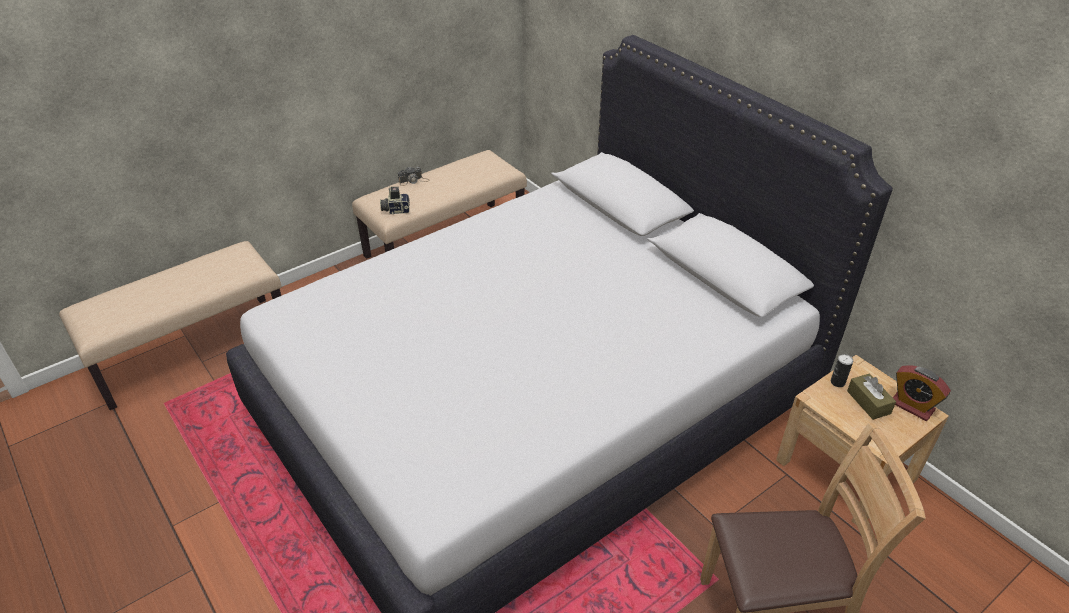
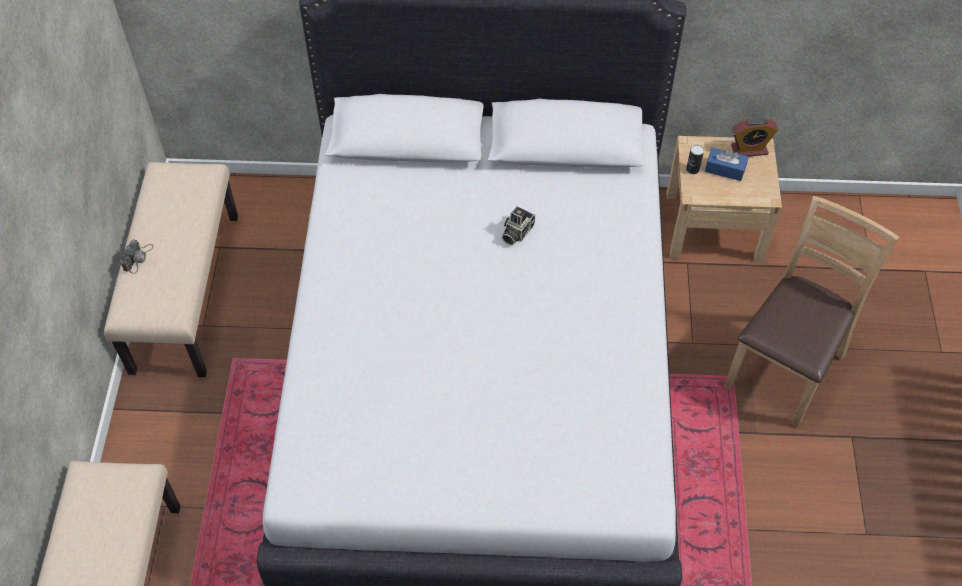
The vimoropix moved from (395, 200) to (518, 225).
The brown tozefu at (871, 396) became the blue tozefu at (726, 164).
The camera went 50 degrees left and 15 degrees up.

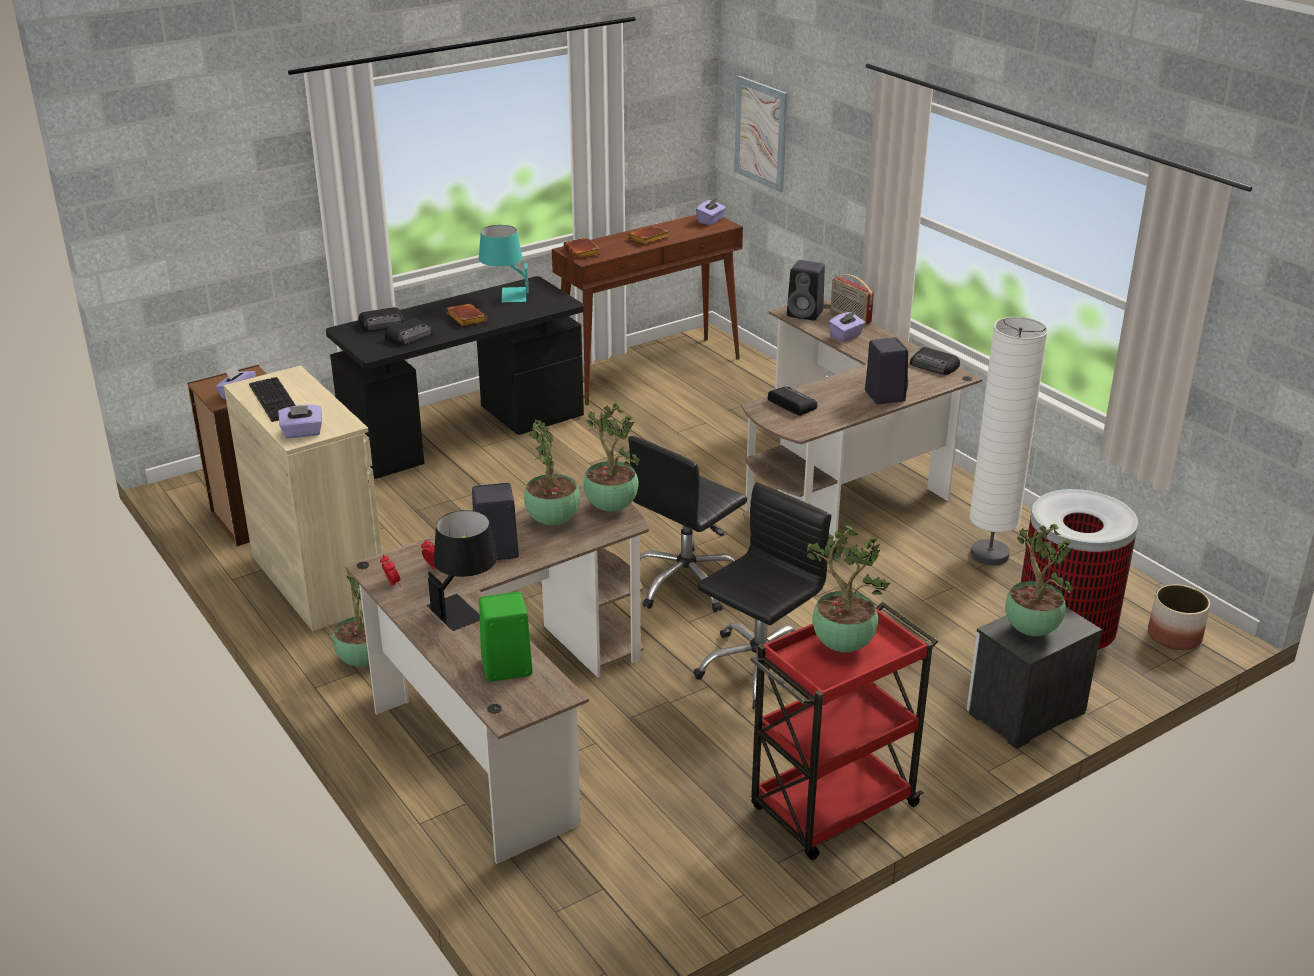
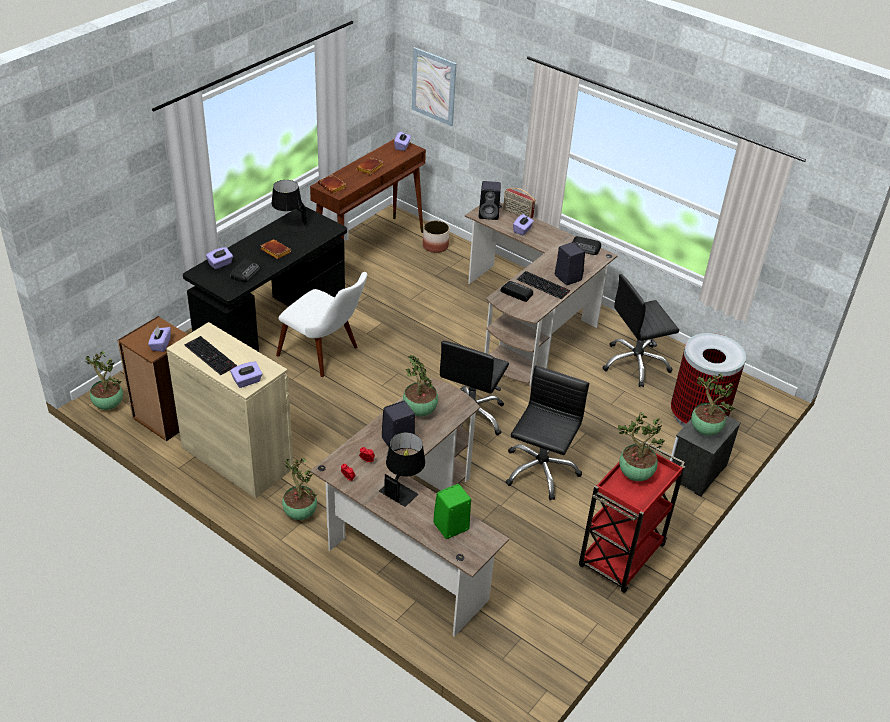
The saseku moved from (612, 457) to (104, 380).
The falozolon at (381, 319) was replaced by the purple tozefu at (219, 258).
The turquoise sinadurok at (503, 263) became the black sinadurok at (289, 206).
The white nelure at (321, 324) appeared.
The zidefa moved from (1179, 617) to (436, 237).
The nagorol at (543, 285) appeared.
The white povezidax at (1008, 441) was replaced by the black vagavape at (640, 330).
The camera went 20 degrees left and 10 degrees up.

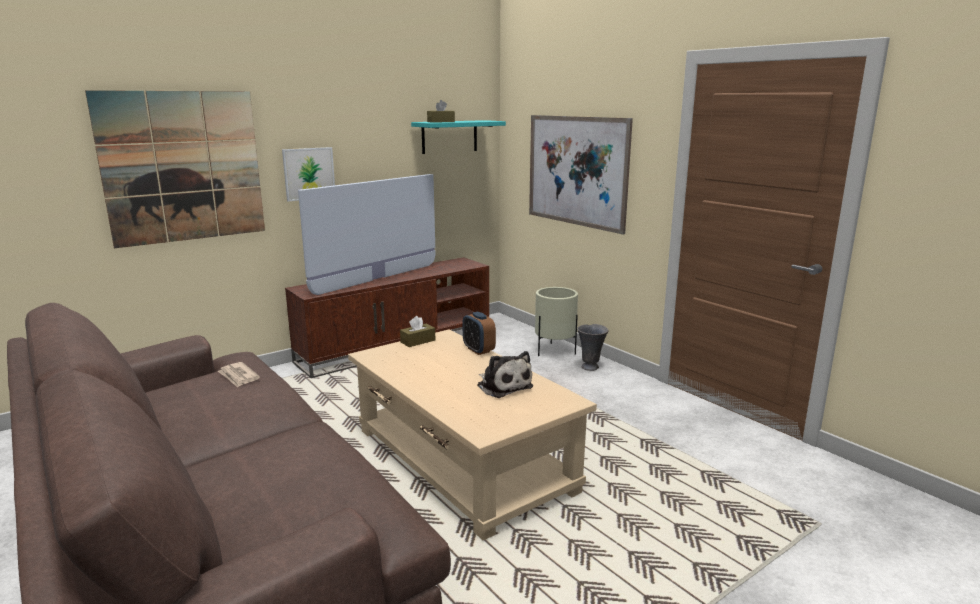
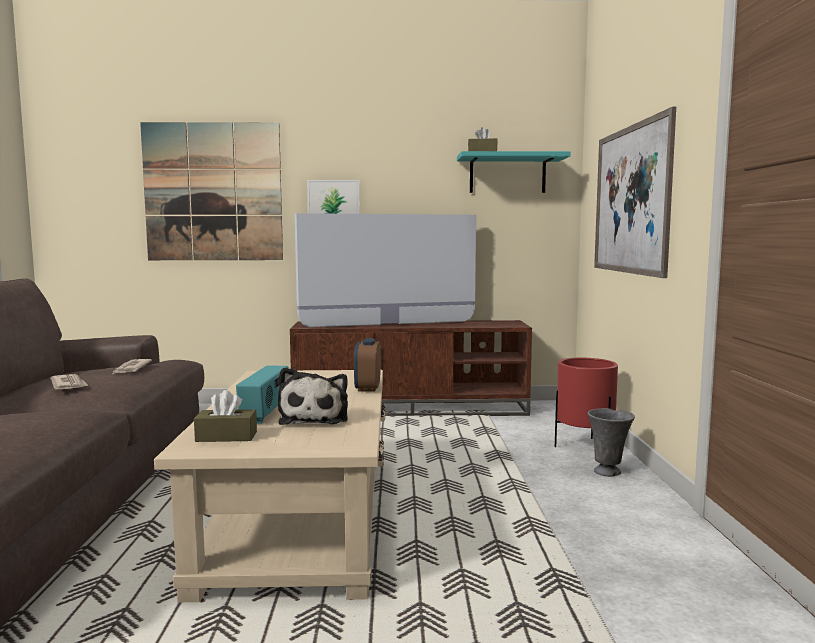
The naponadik at (69, 381) appeared.
The brown tozefu moved from (417, 331) to (225, 416).
The falozolon at (262, 394) appeared.
The beige zidefa at (556, 321) became the red zidefa at (586, 402).
The camera went 35 degrees right and 10 degrees down.

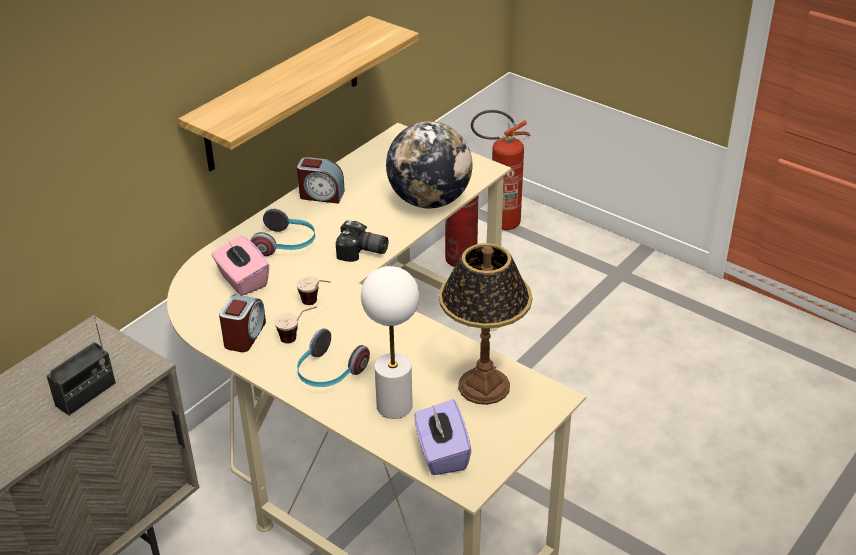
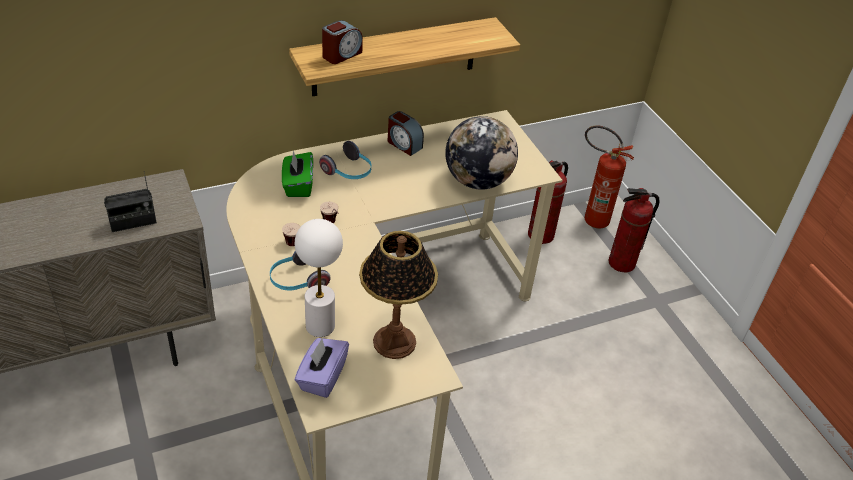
The pink tozefu at (240, 265) became the green tozefu at (297, 174).
The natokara moved from (242, 323) to (342, 42).
The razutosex at (634, 230) appeared.
The vimoropix at (362, 241) disappeared.
The camera went 25 degrees right and 5 degrees up.

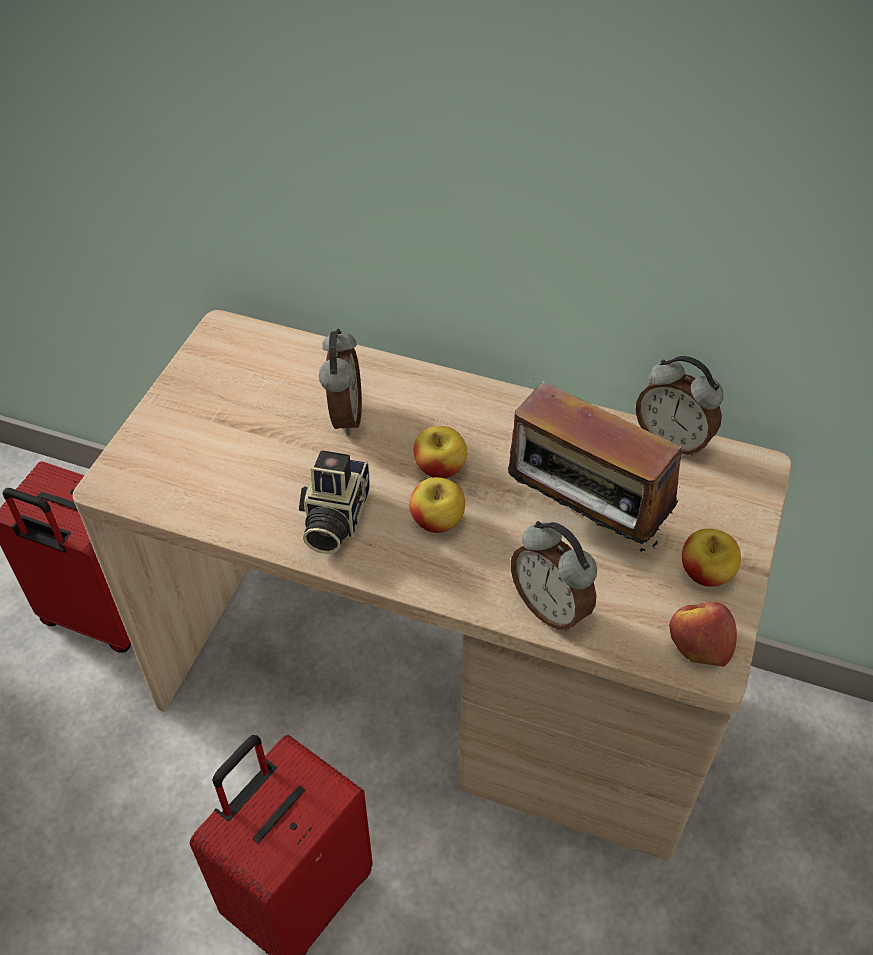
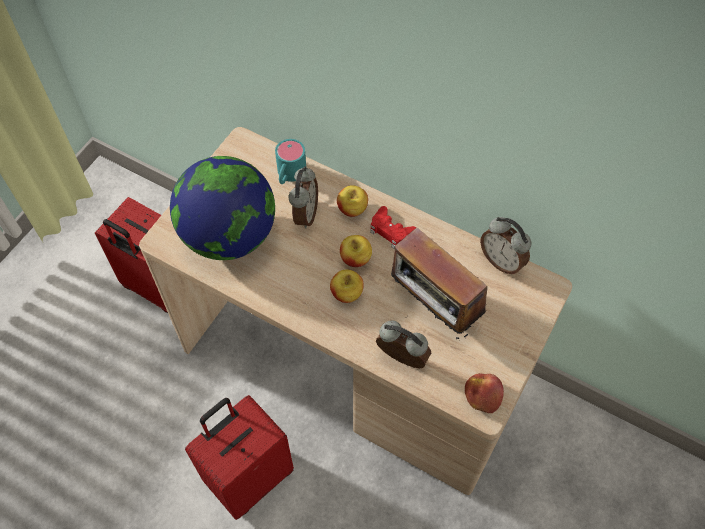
The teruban at (222, 208) appeared.
The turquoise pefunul at (290, 161) appeared.
The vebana moved from (711, 558) to (352, 201).
The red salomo at (393, 227) appeared.
The natokara at (554, 576) turned 150 degrees clockwise.
The vimoropix at (334, 502) disappeared.
The camera went 10 degrees right and 10 degrees up.

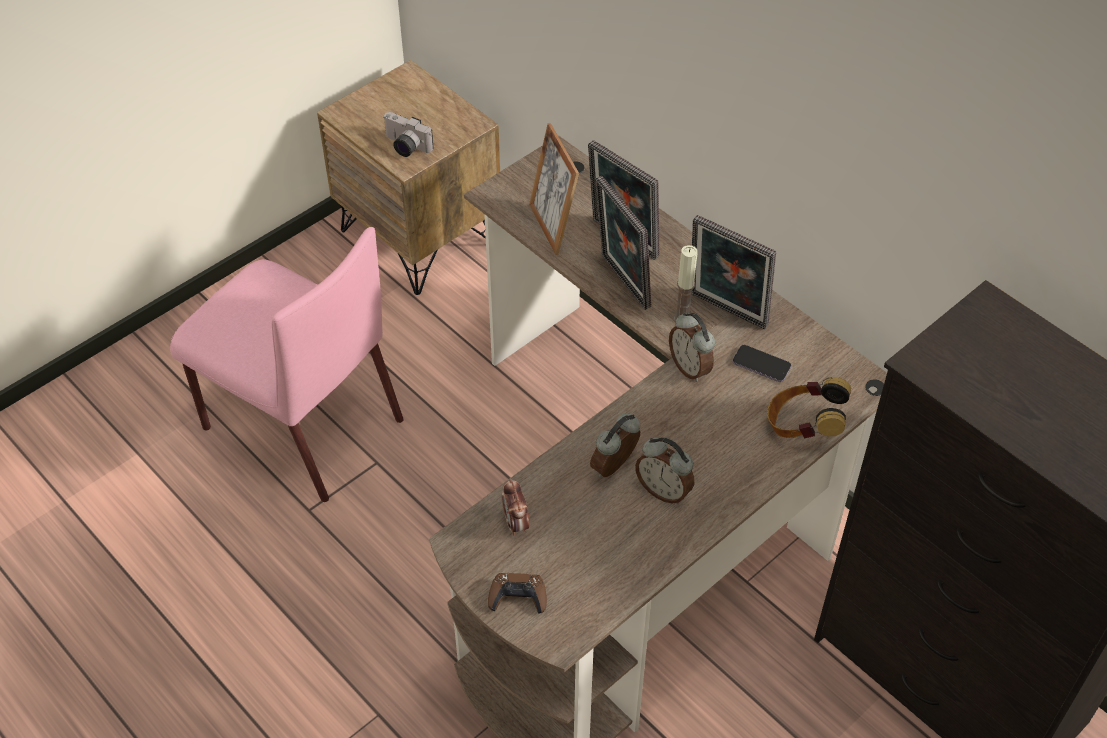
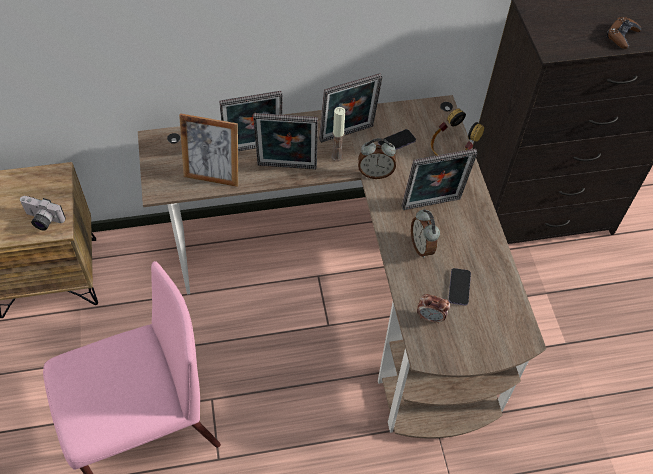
The vimoropix at (408, 134) turned 45 degrees clockwise.
The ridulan at (440, 179) appeared.
The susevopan at (459, 287) appeared.
The brown salomo moved from (517, 593) to (623, 33).
The natokara at (664, 470) disappeared.
The camera went 60 degrees left and 5 degrees up.

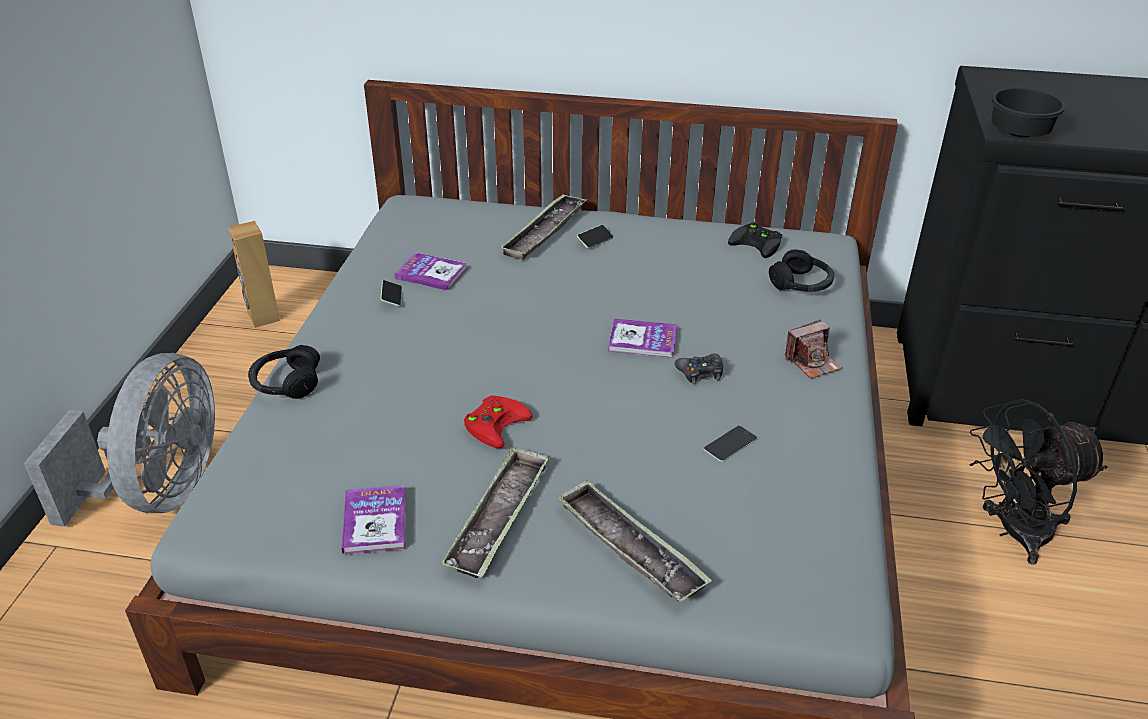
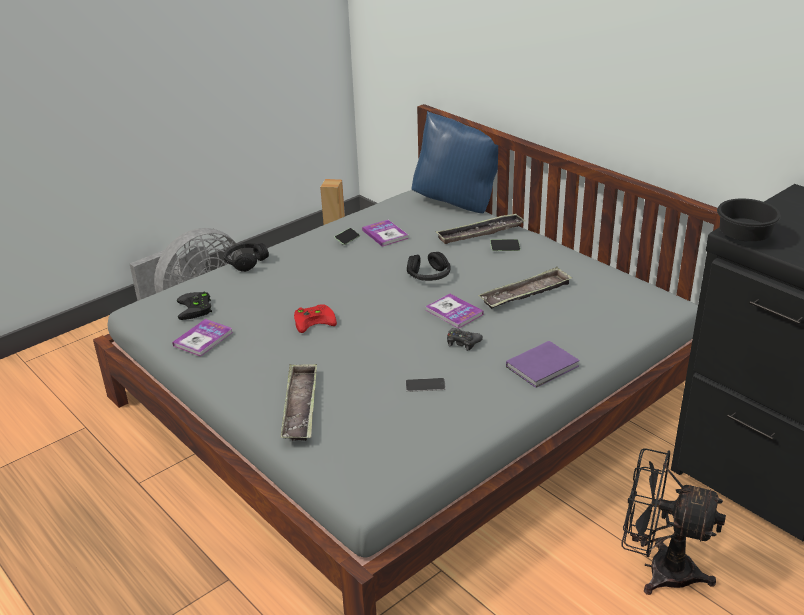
The black salomo moved from (755, 240) to (194, 306).
The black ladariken moved from (801, 270) to (429, 266).
The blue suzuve at (455, 162) appeared.
The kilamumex moved from (495, 512) to (525, 288).
The vimoropix at (813, 349) was replaced by the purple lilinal at (543, 364).
The camera went 40 degrees right and 5 degrees down.

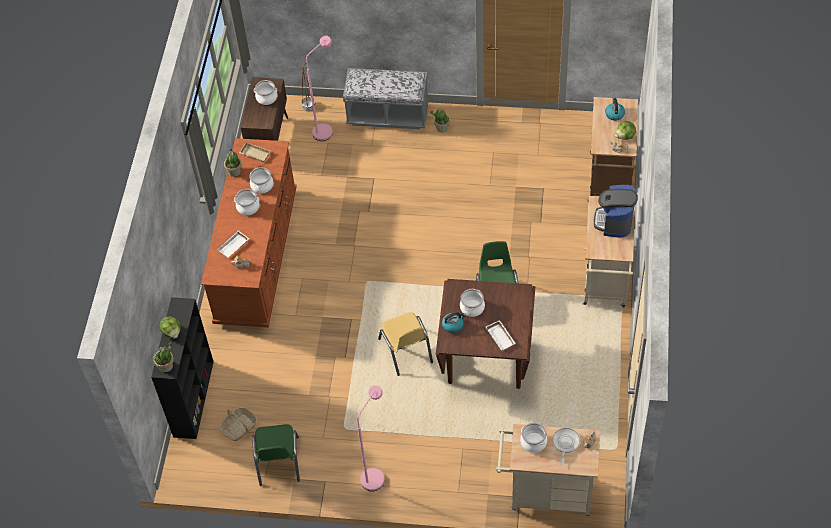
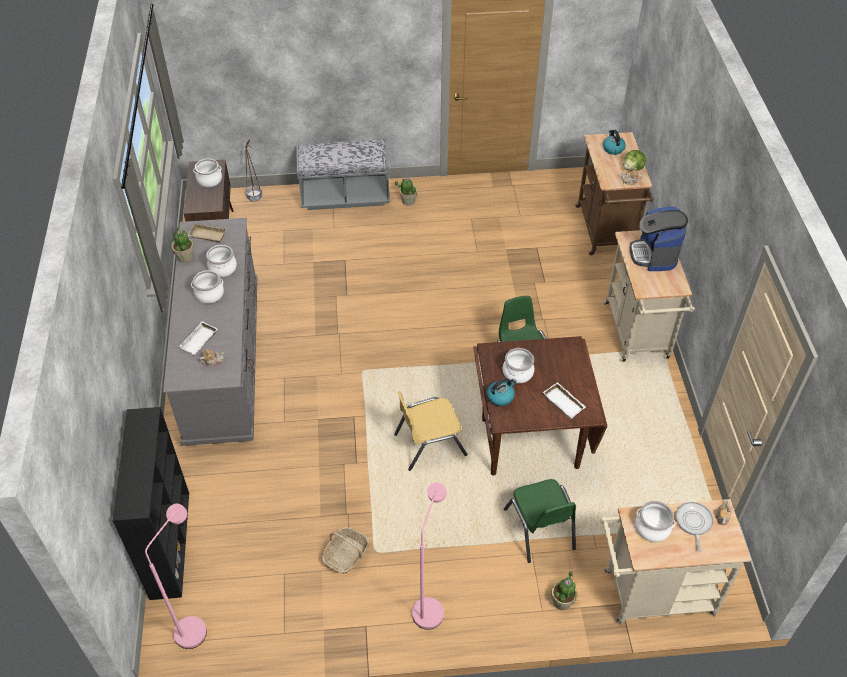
The pink povezidax moved from (319, 88) to (176, 576).
The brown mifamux at (249, 233) became the grey mifamux at (210, 332).
The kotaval moved from (238, 424) to (345, 550).
The yellow nelure at (405, 344) turned 105 degrees clockwise.
The green nelure moved from (276, 455) to (540, 521).
The saseku moved from (163, 357) to (564, 590).
The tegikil at (170, 327) disappeared.
The camera went 15 degrees left and 5 degrees down.

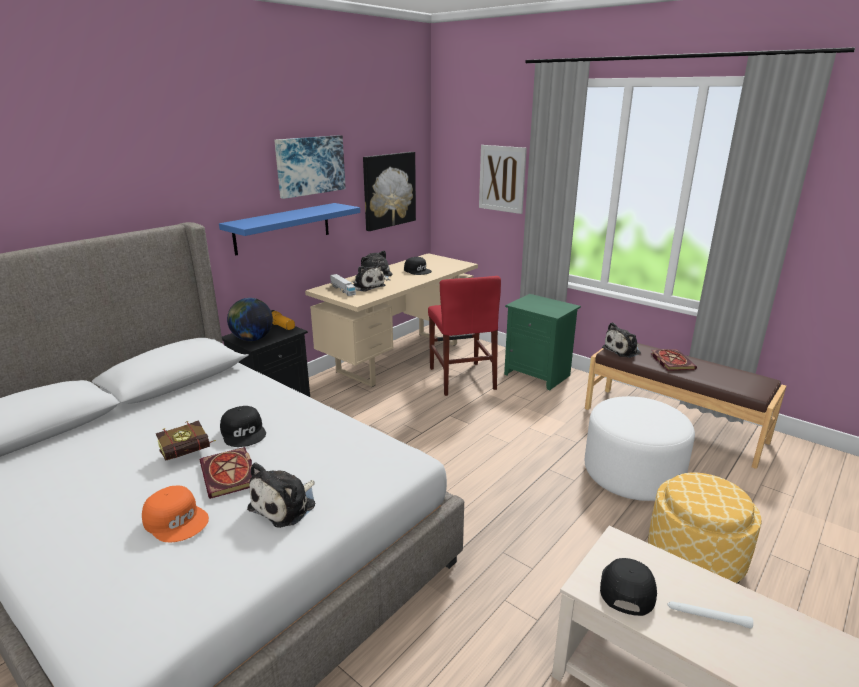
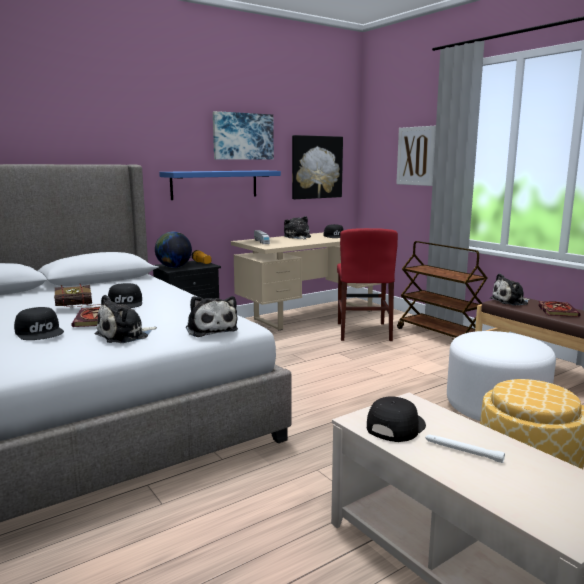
The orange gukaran at (175, 514) became the black gukaran at (39, 323).
The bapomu moved from (368, 278) to (212, 316).
The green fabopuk at (542, 342) was replaced by the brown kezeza at (442, 290).
The camera went 15 degrees right and 10 degrees down.

